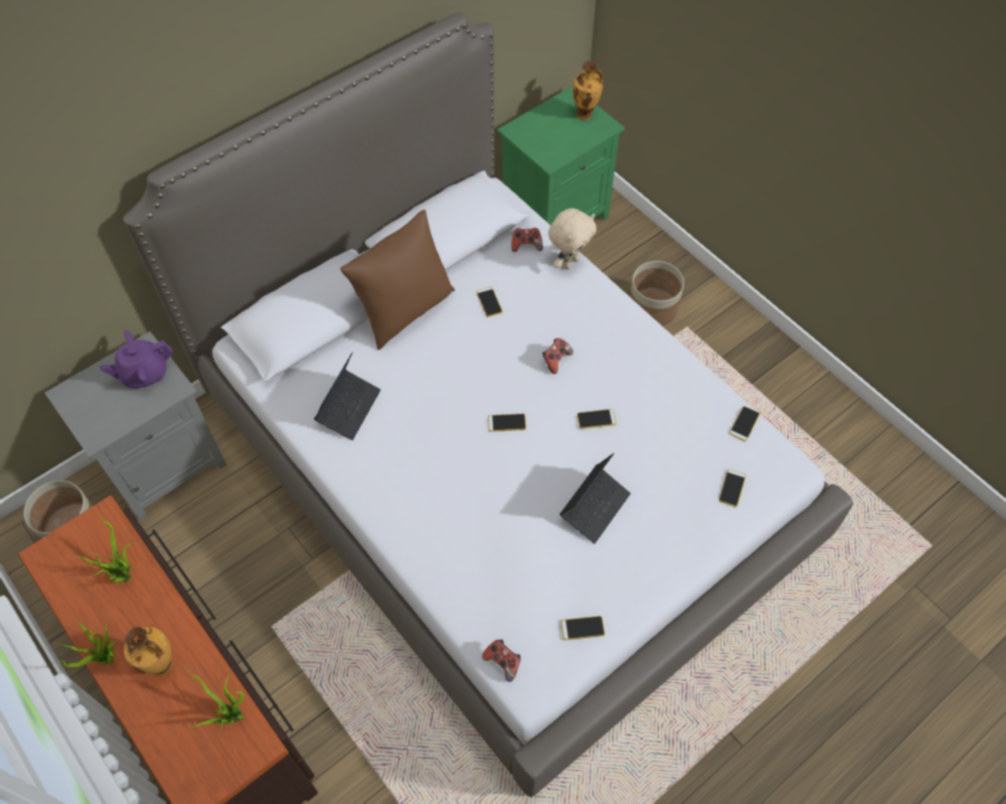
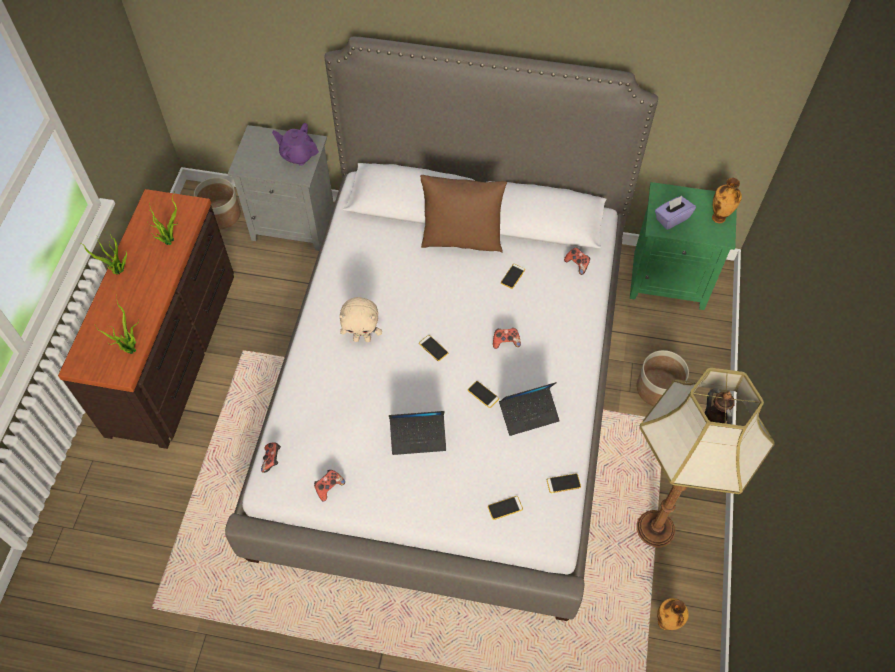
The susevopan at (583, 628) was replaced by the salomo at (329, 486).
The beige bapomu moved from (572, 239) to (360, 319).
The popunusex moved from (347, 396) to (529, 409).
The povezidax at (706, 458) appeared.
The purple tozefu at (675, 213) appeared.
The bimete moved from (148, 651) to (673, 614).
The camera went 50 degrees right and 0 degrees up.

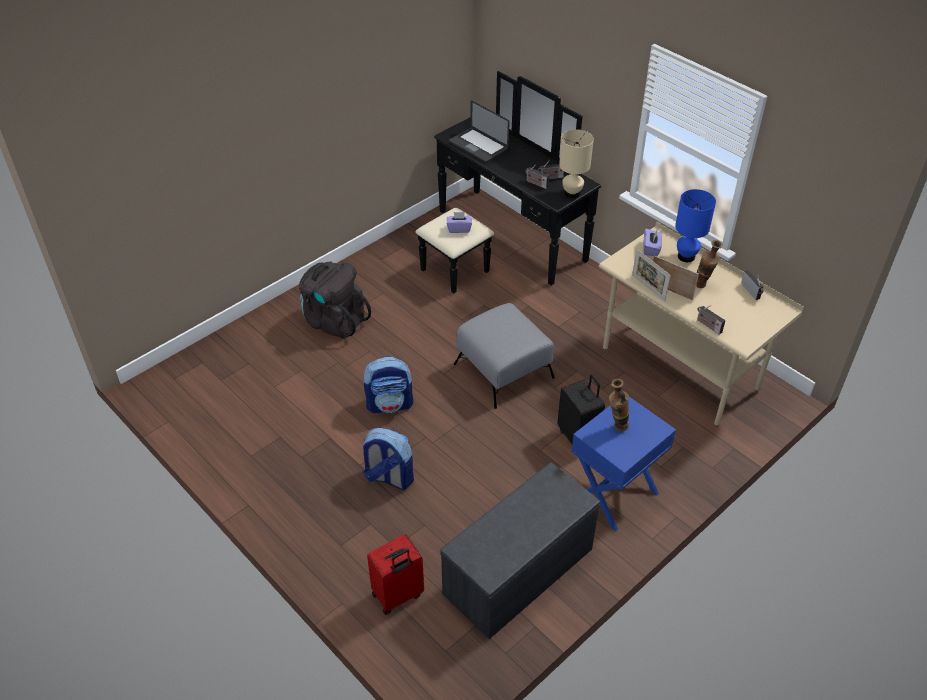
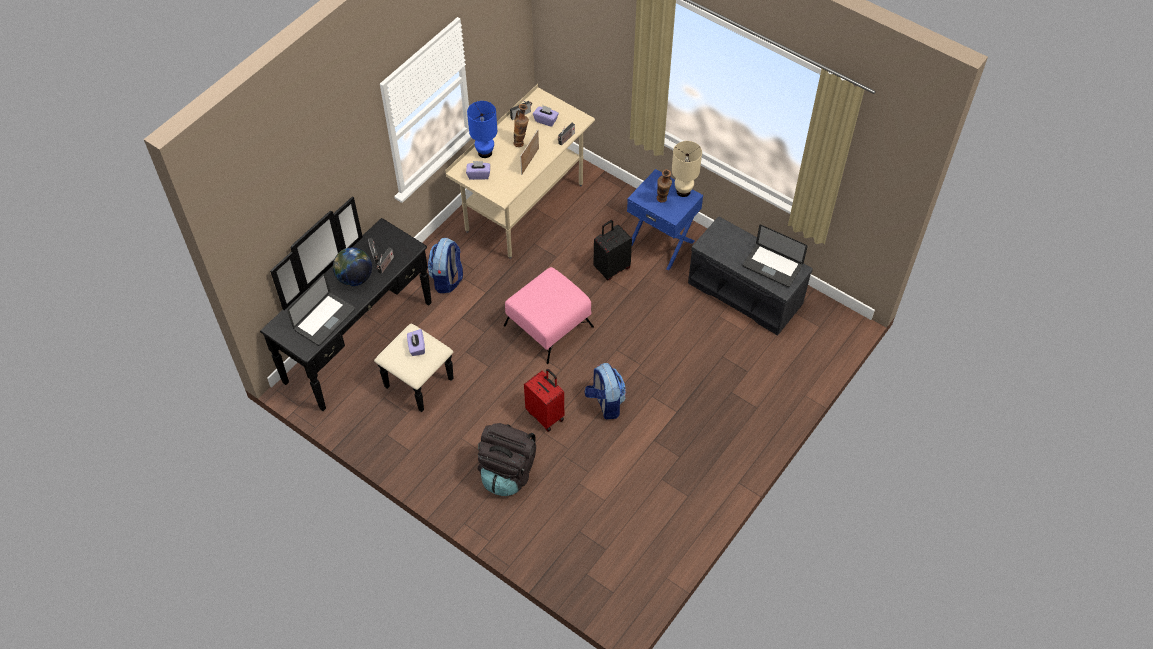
The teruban at (352, 266) appeared.
The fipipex moved from (388, 459) to (445, 265).
The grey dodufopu at (504, 356) became the pink dodufopu at (549, 315).
The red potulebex moved from (395, 574) to (544, 400).
The purple tozefu at (546, 116) appeared.
The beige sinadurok moved from (576, 164) to (687, 169).
The popunusex at (775, 256) appeared.
The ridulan at (651, 275) disappeared.
The camera went 100 degrees left and 10 degrees up.

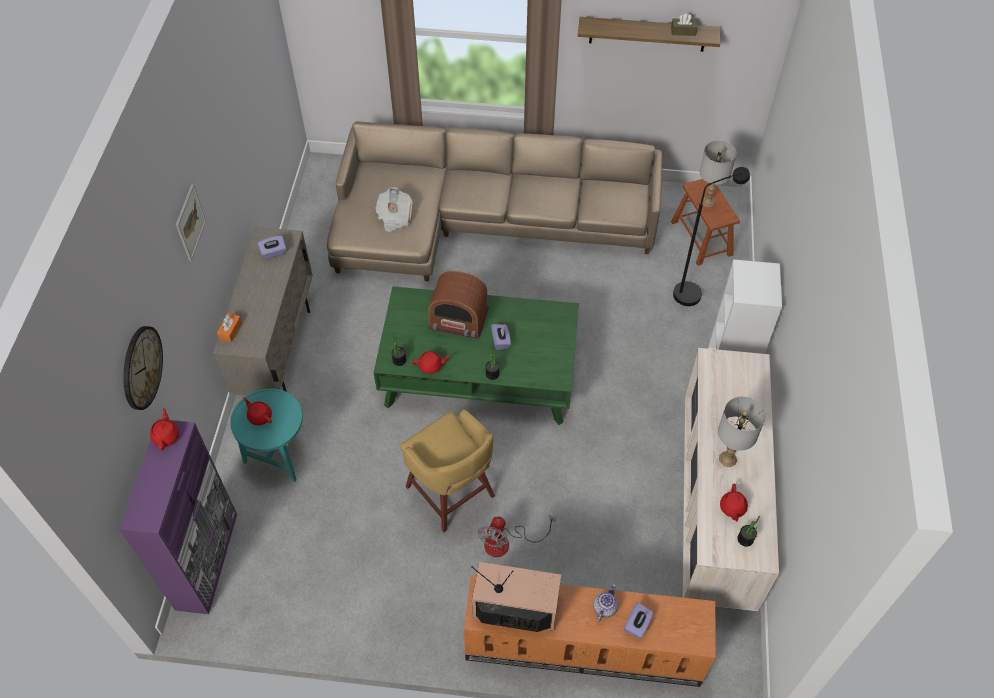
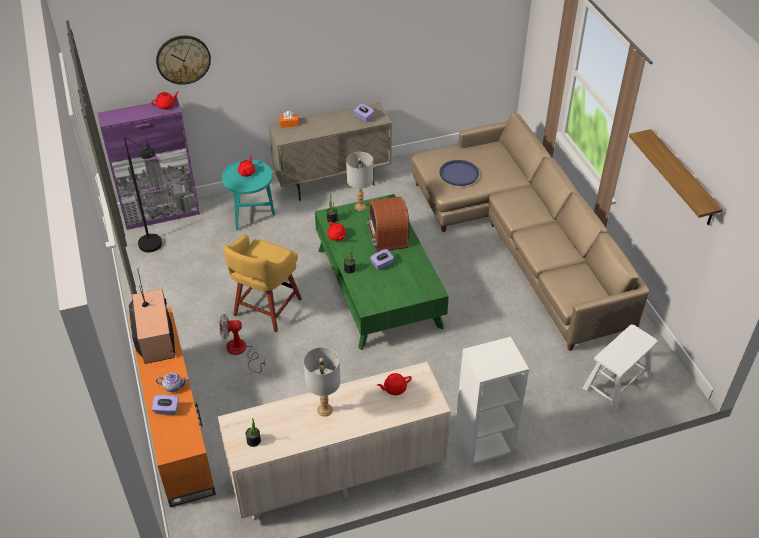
The black povezidax moved from (711, 236) to (143, 195).
The grey sinadurok moved from (718, 173) to (359, 181).
The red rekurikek moved from (734, 503) to (394, 384).
The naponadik at (394, 209) was replaced by the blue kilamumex at (459, 173).
The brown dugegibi at (705, 222) became the white dugegibi at (620, 367).
The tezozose at (191, 222) disappeared.
The brown tozefu at (684, 25) disappeared.
The camera went 65 degrees right and 10 degrees down.

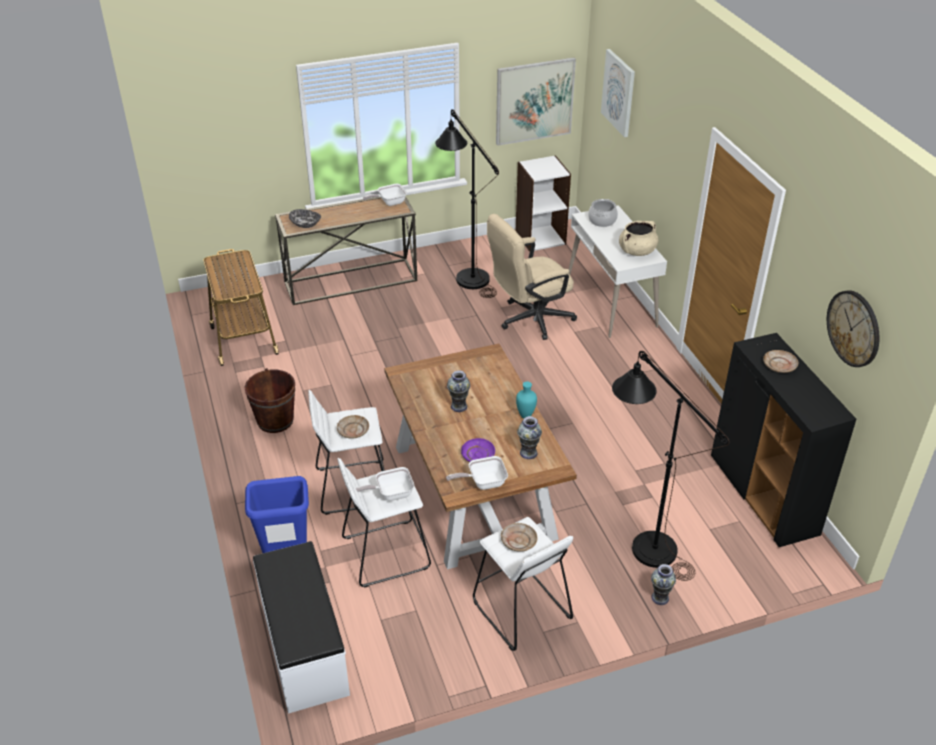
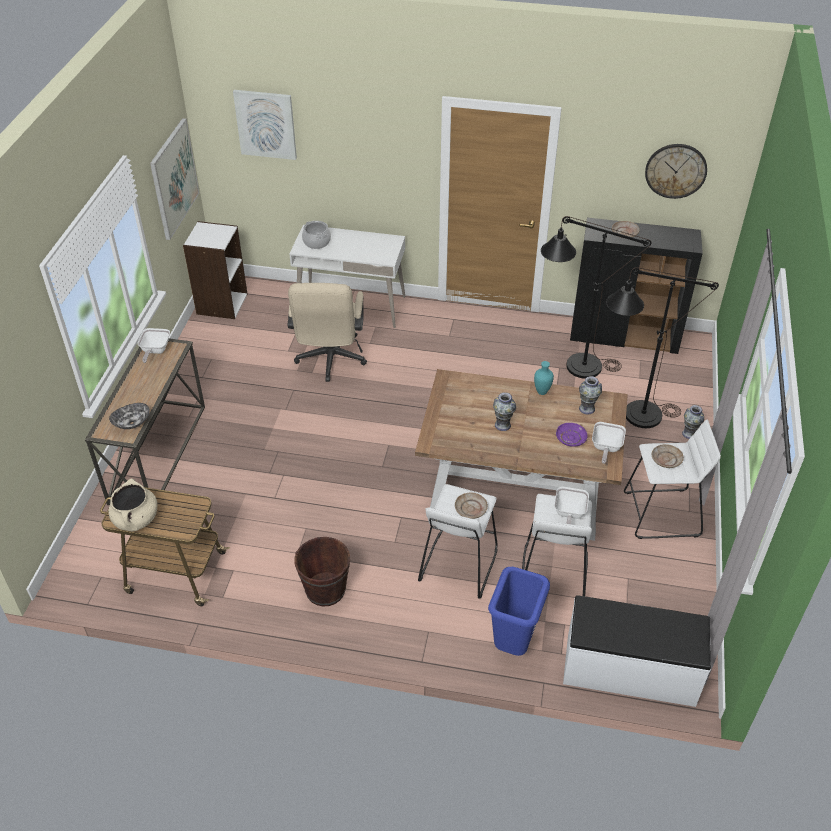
The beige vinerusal moved from (639, 238) to (133, 505).
The black povezidax moved from (467, 203) to (596, 297).
The camera went 60 degrees left and 5 degrees up.

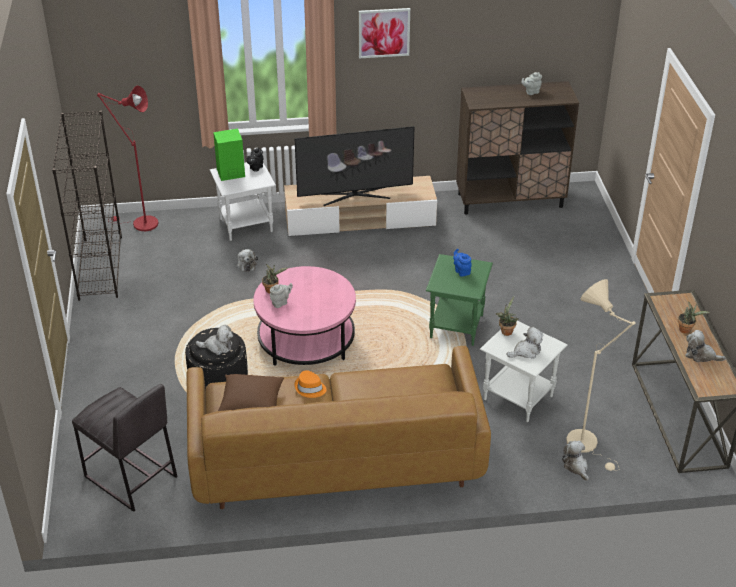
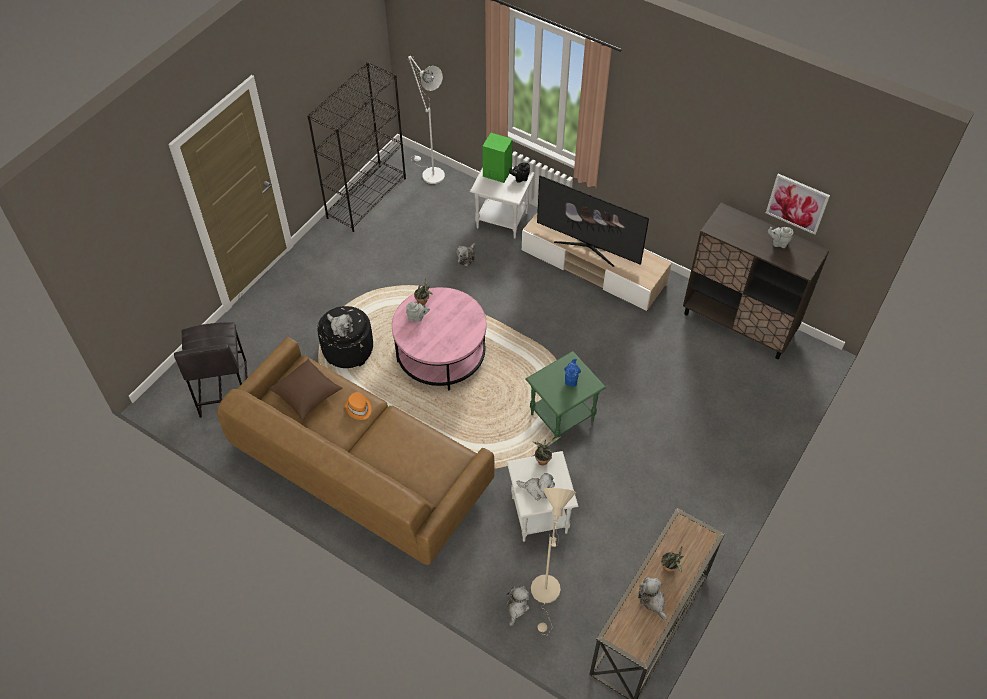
The red povezidax at (127, 158) became the white povezidax at (426, 120).
The tezozose moved from (384, 33) to (798, 204).
The camera went 40 degrees right and 15 degrees up.

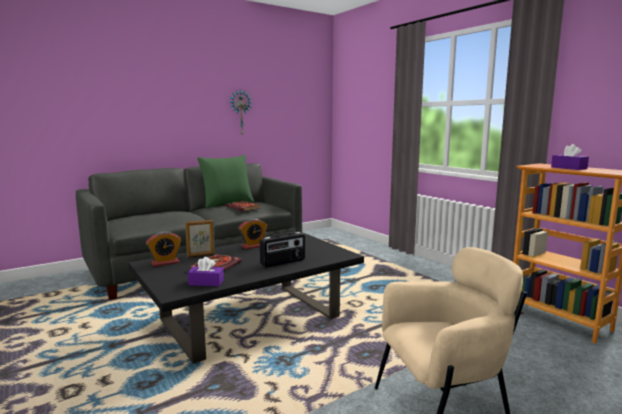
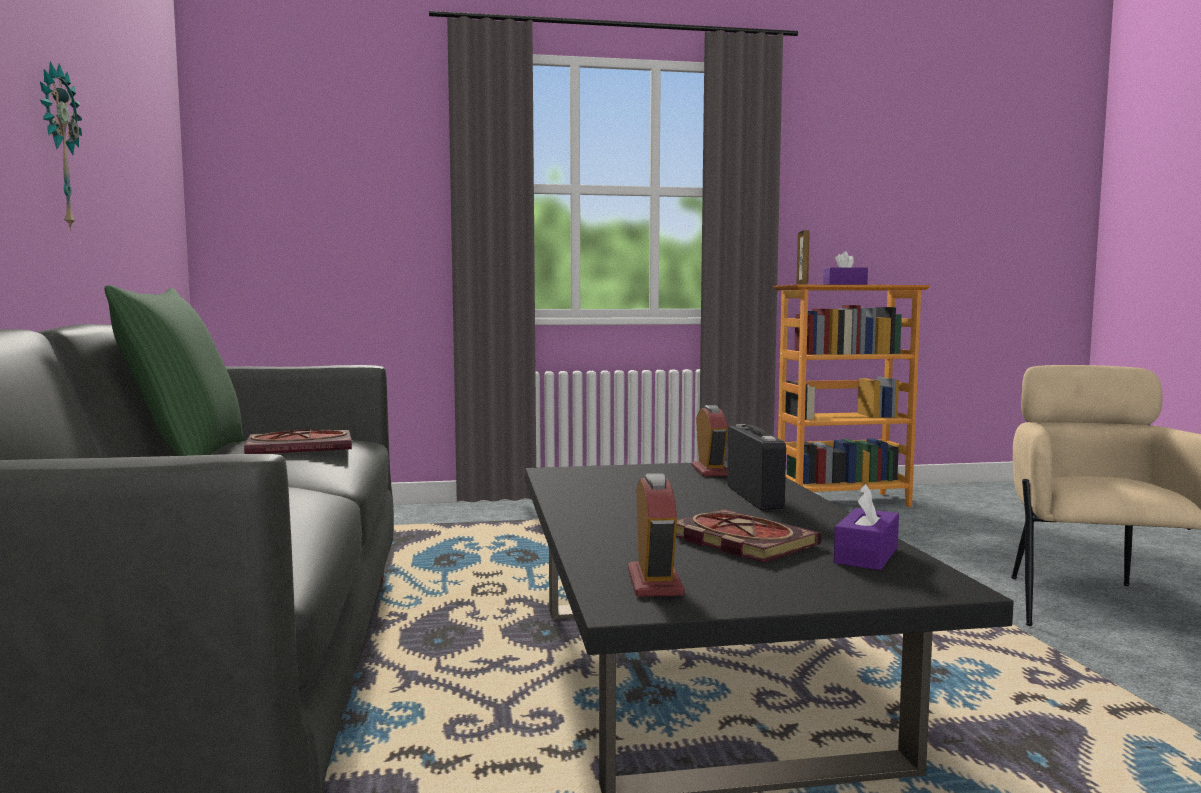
The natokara moved from (253, 233) to (709, 440).
The ridulan moved from (199, 238) to (803, 257).
The camera went 65 degrees left and 5 degrees down.

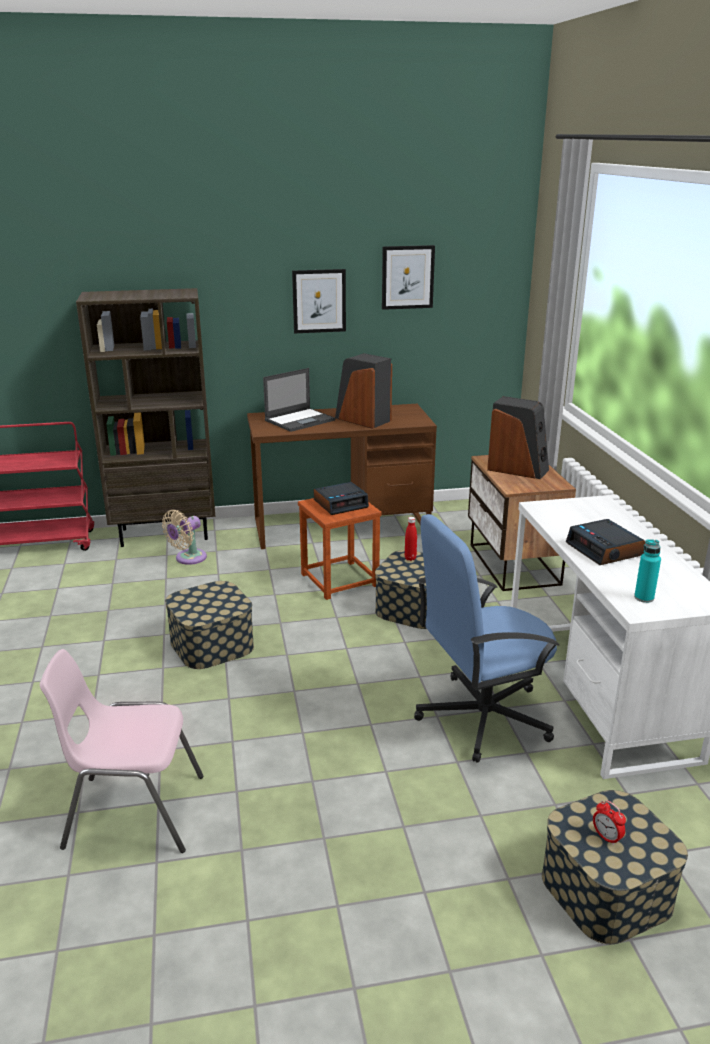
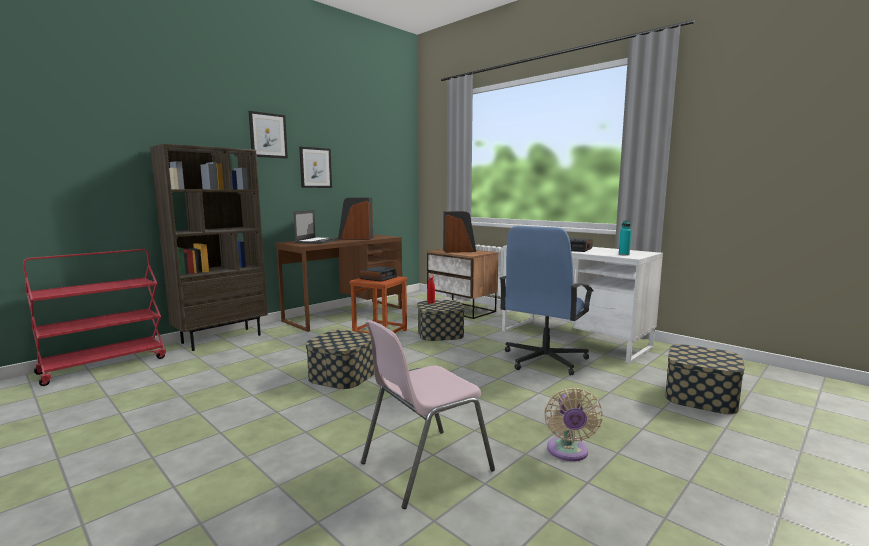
The tezozose moved from (408, 277) to (268, 135).
The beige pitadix moved from (184, 537) to (573, 424).
The natokara at (609, 823) disappeared.
The camera went 35 degrees left and 15 degrees down.

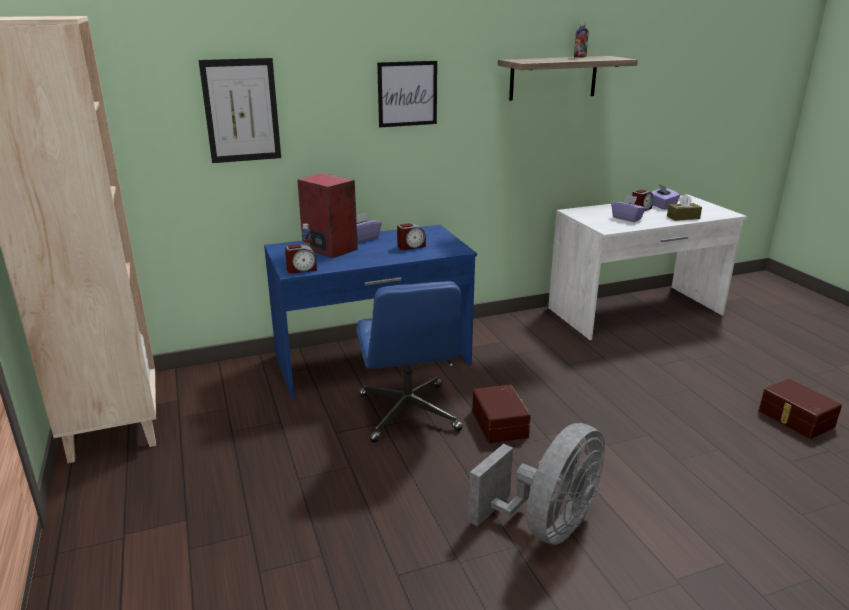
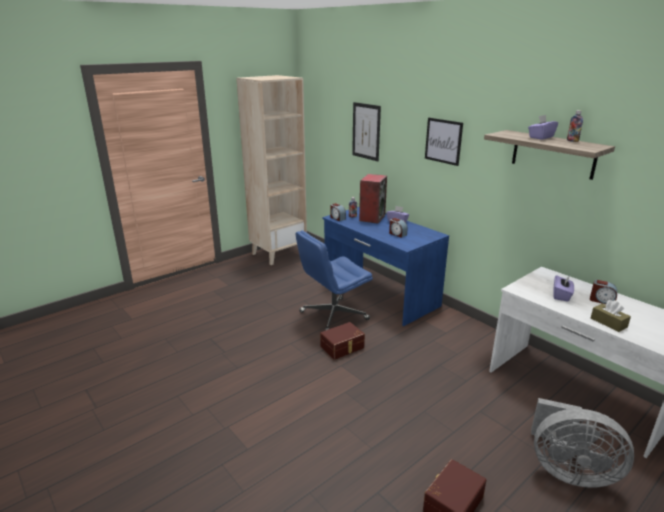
The purple tozefu moved from (666, 197) to (543, 127).
The grey pitadix moved from (536, 484) to (582, 443).
The camera went 70 degrees right and 0 degrees up.

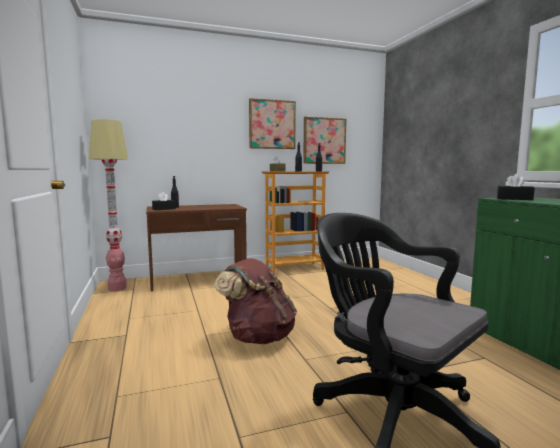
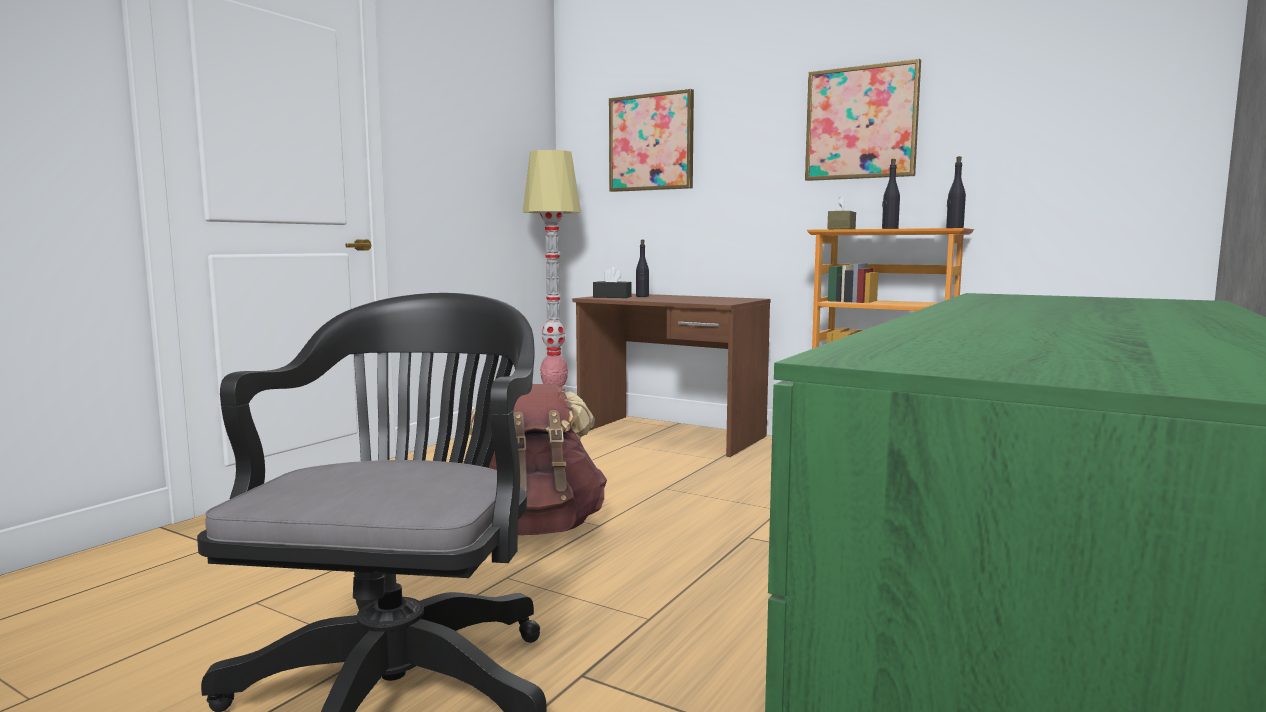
The tezozose moved from (324, 140) to (651, 140).
The black tozefu at (515, 187) disappeared.
The camera went 50 degrees right and 0 degrees up.

